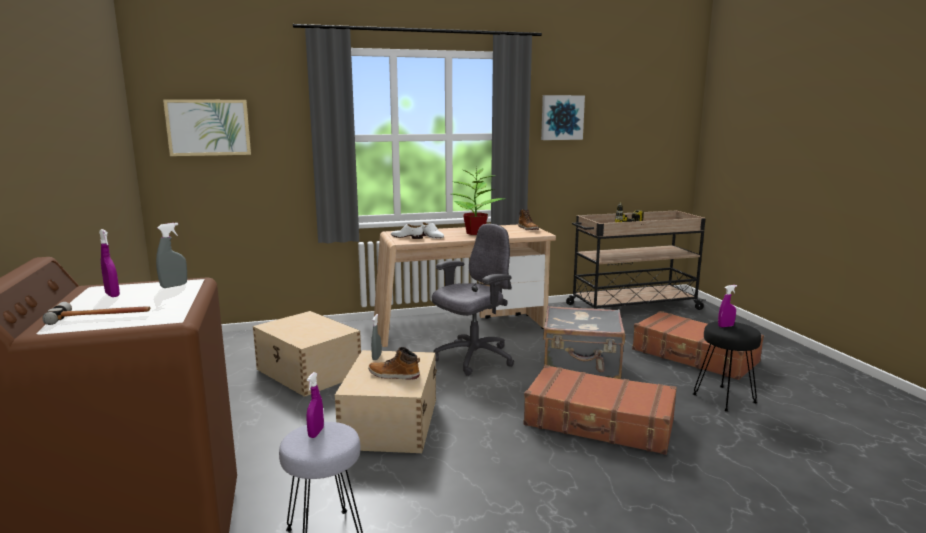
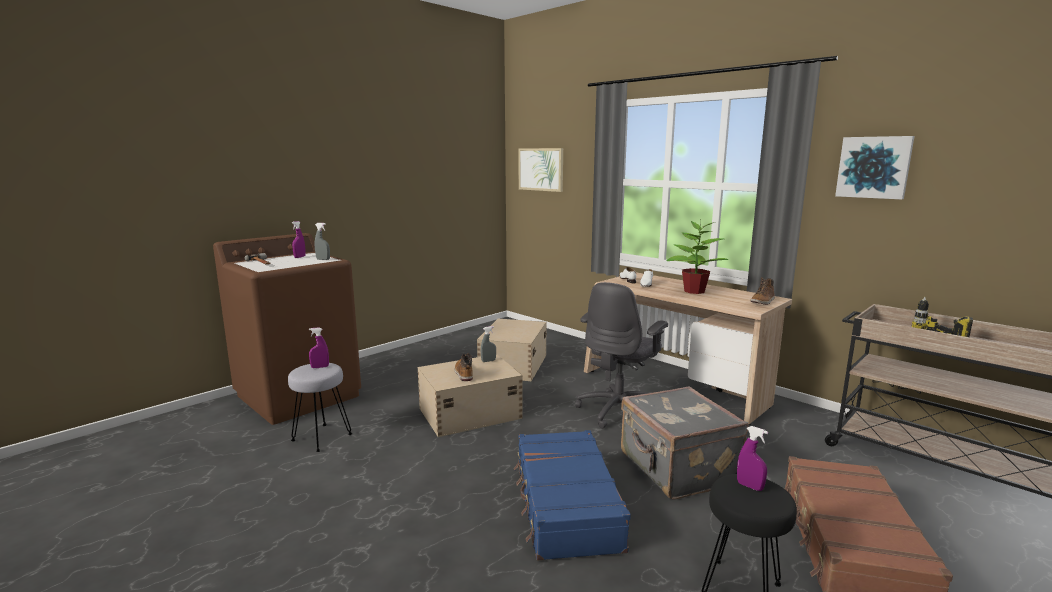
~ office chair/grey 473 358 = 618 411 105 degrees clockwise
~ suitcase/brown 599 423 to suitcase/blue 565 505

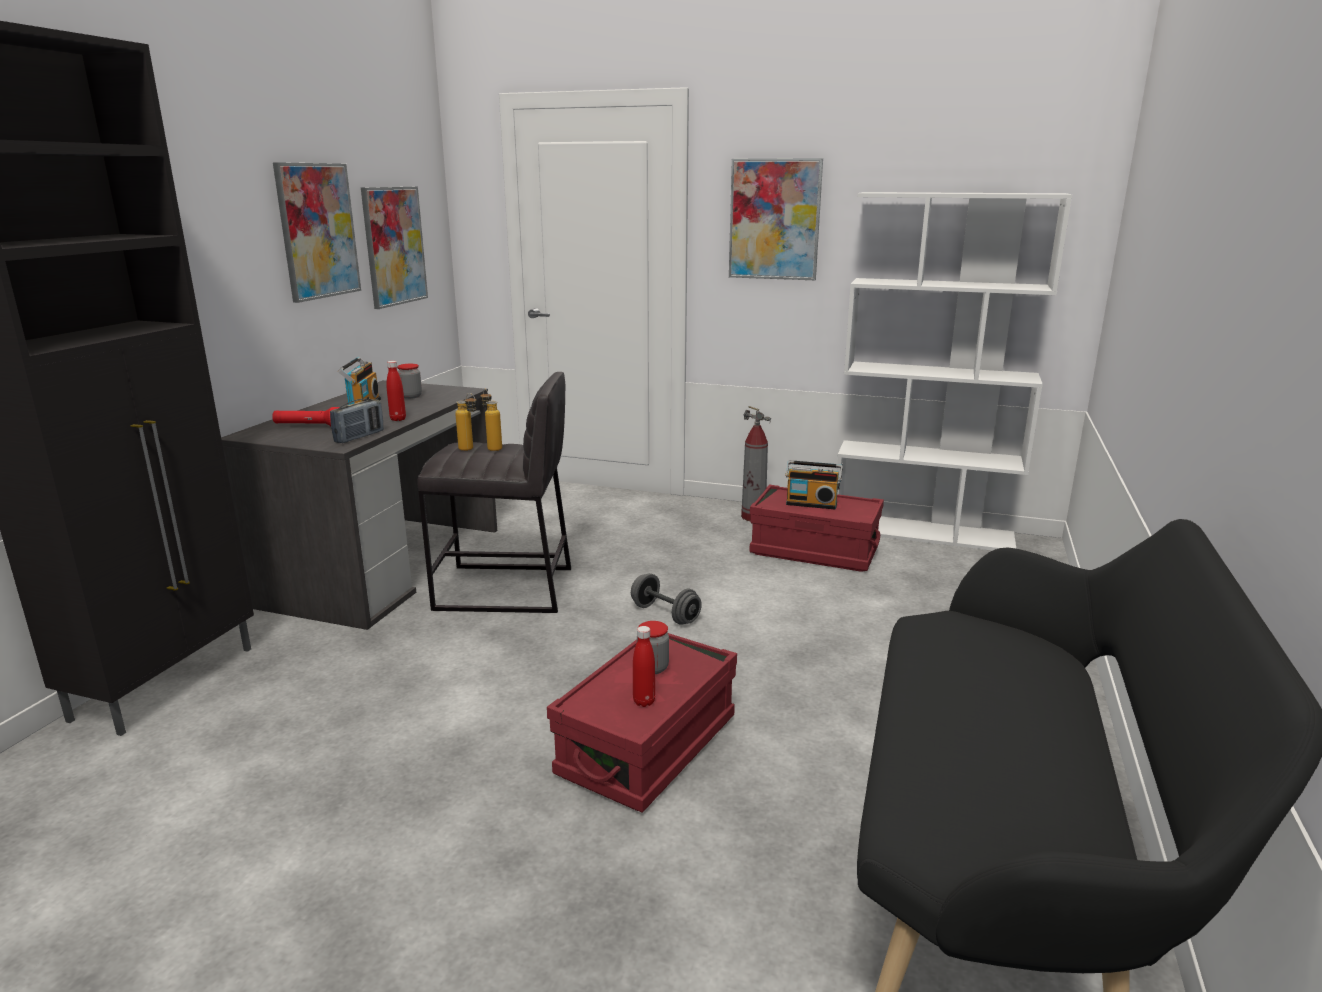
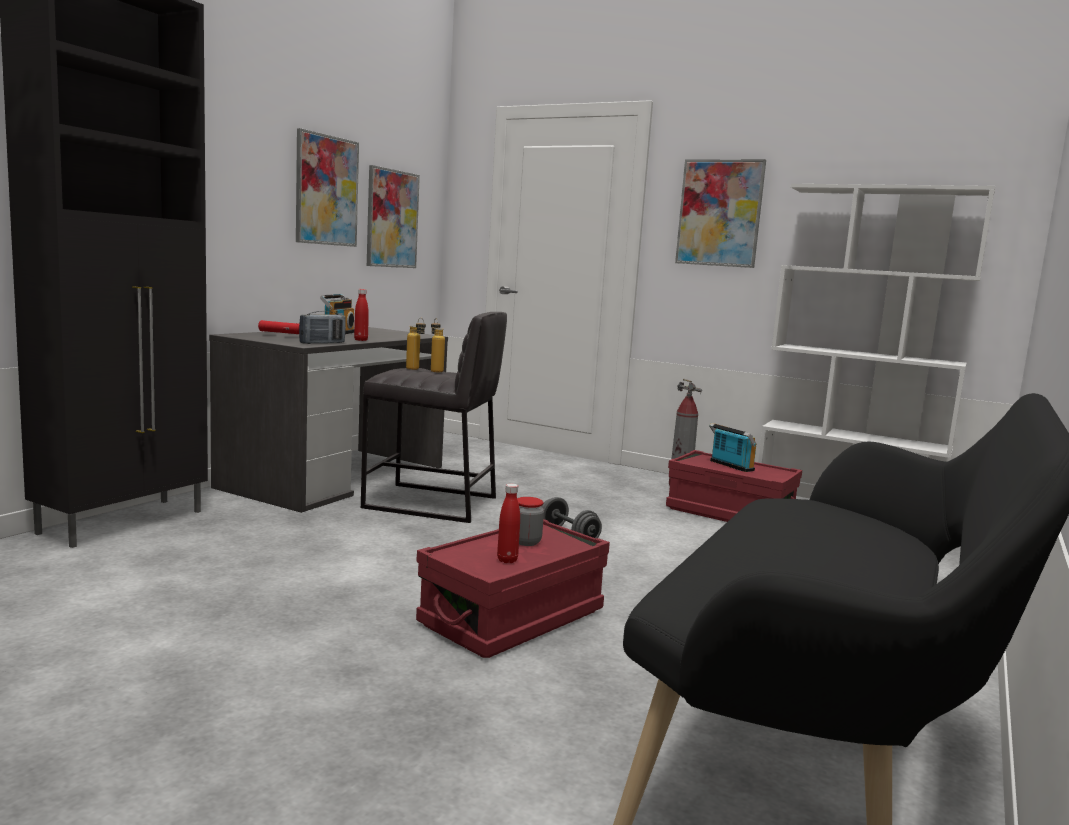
- jar 411 396
~ radio 811 503 = 730 466 150 degrees counterclockwise

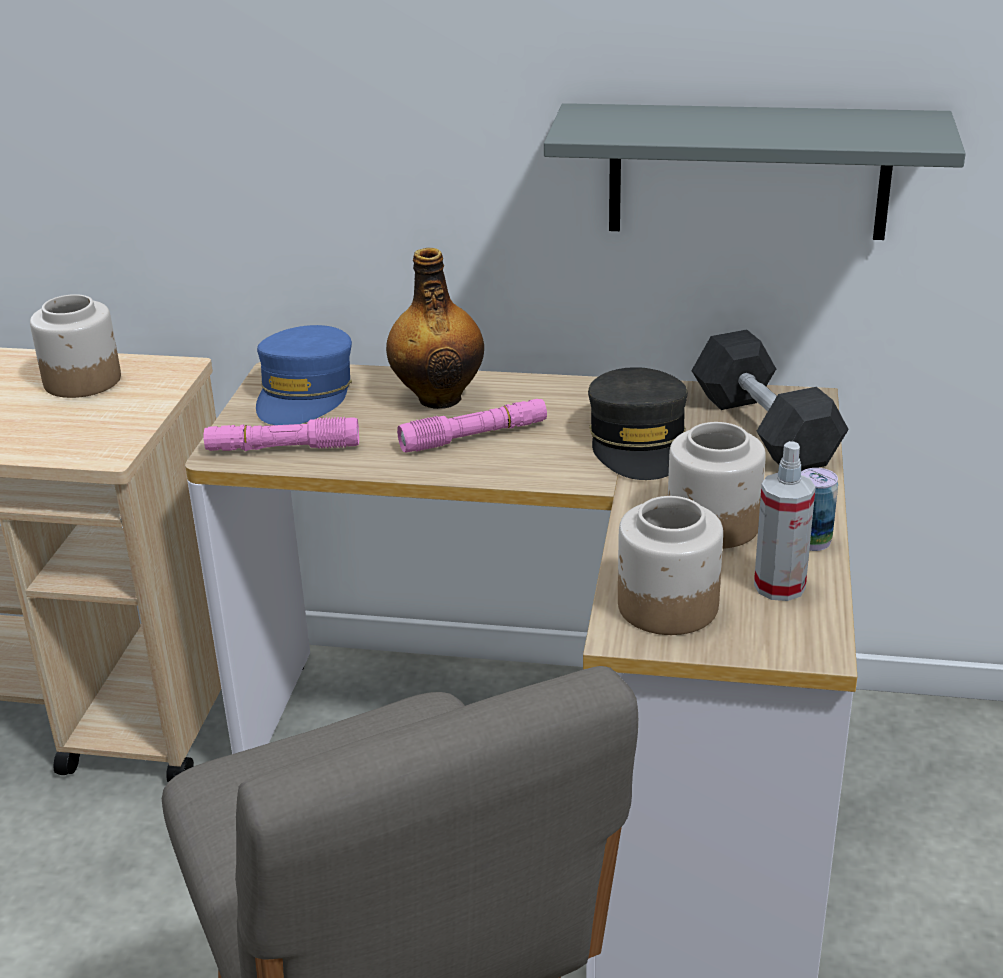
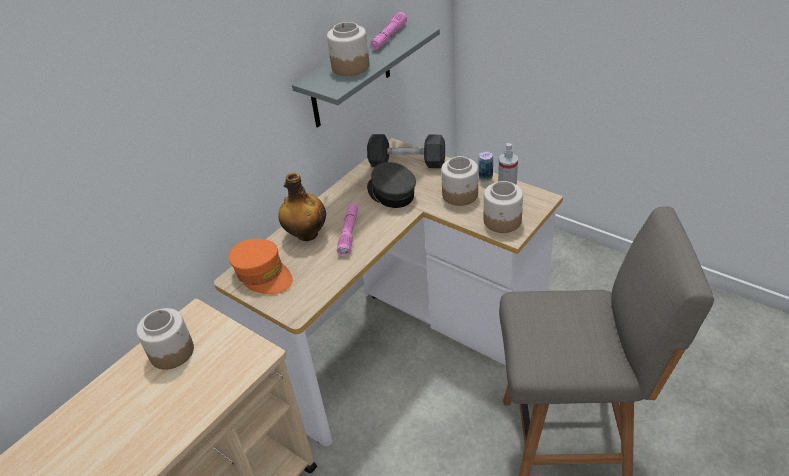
~ flashlight/pink 282 448 to 389 37
~ cap/blue 305 394 to cap/orange 263 274
~ cap/grey 639 443 = 391 193 150 degrees counterclockwise
+ jar 350 66

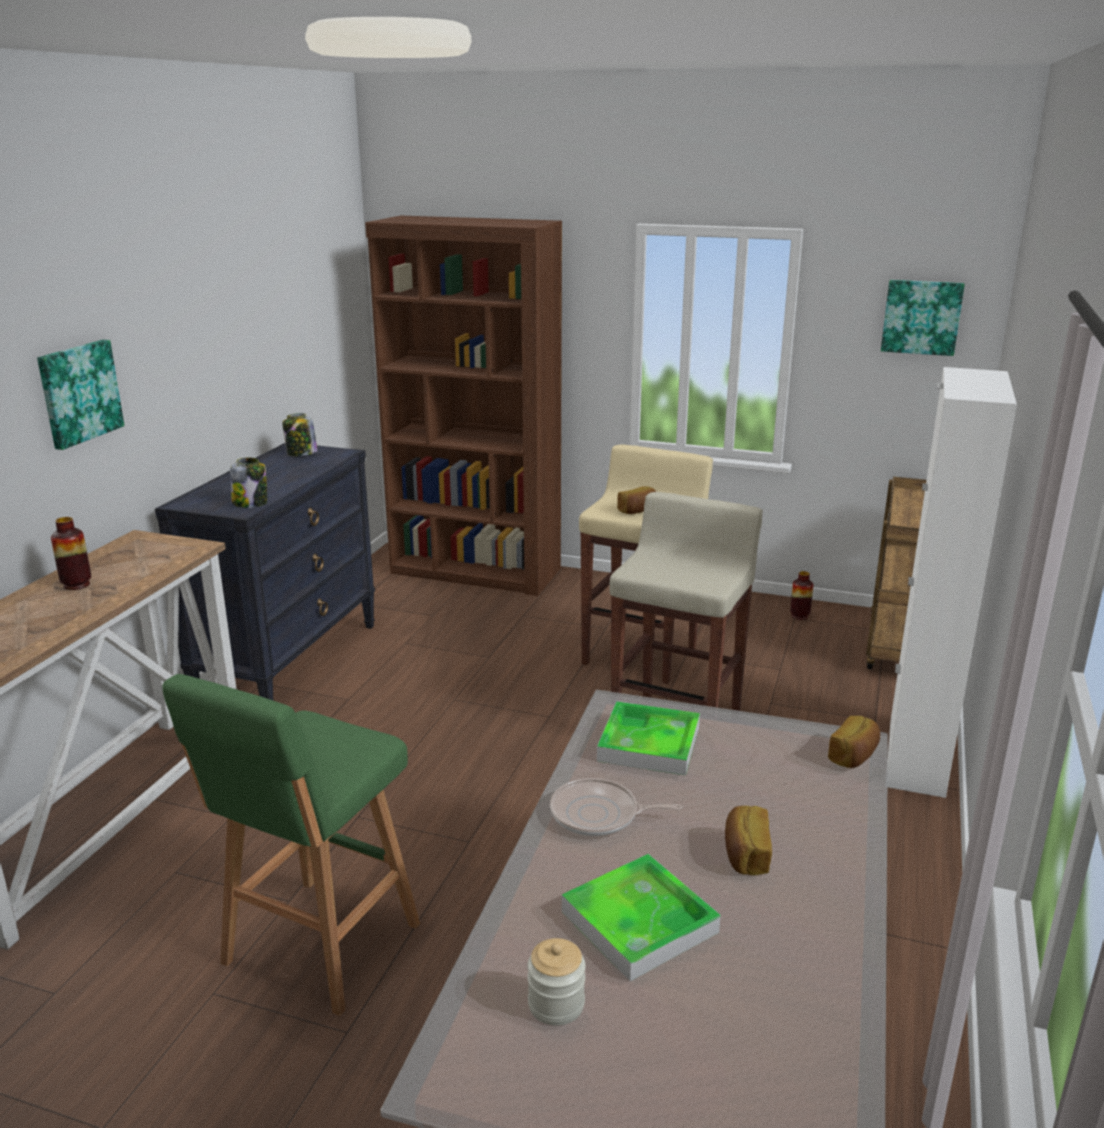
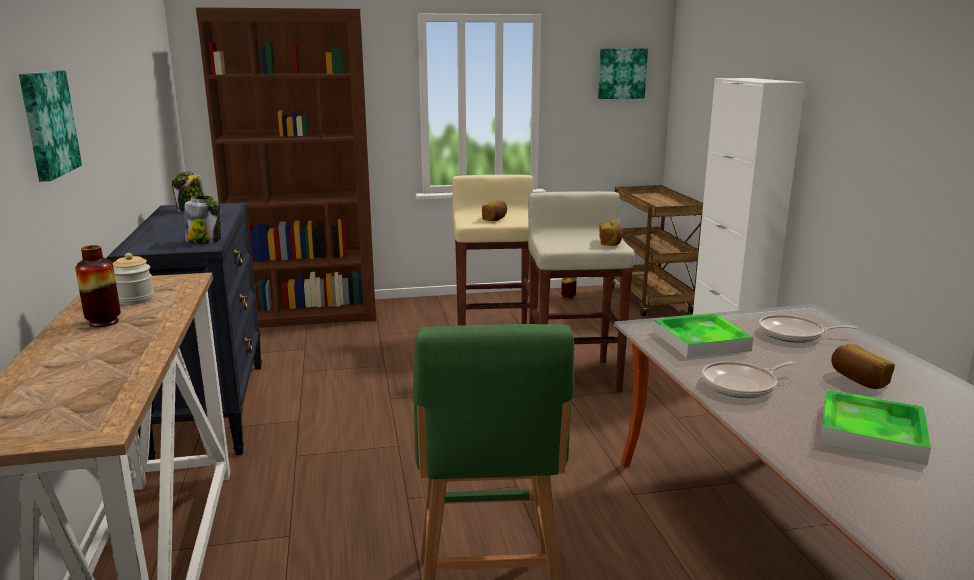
~ jar 556 1004 to 135 299
~ bread 854 756 to 610 243
+ frying pan 794 334

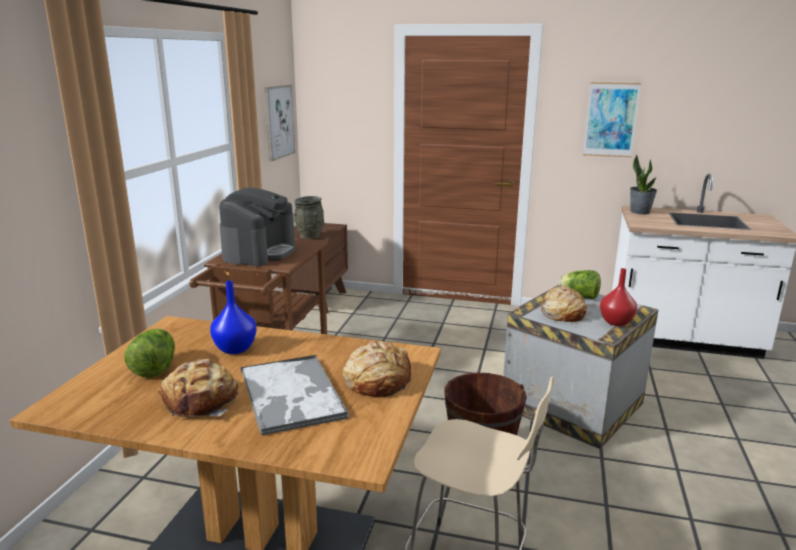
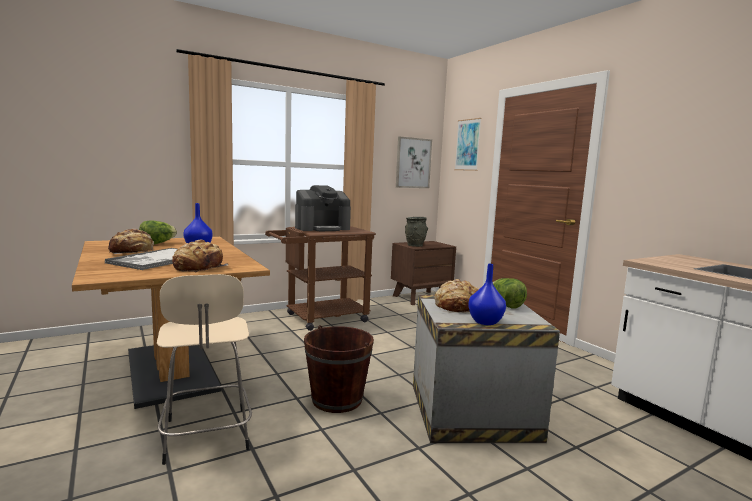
~ picture 611 120 to 467 145
~ vase/red 616 322 to vase/blue 484 322
- potted plant 640 212

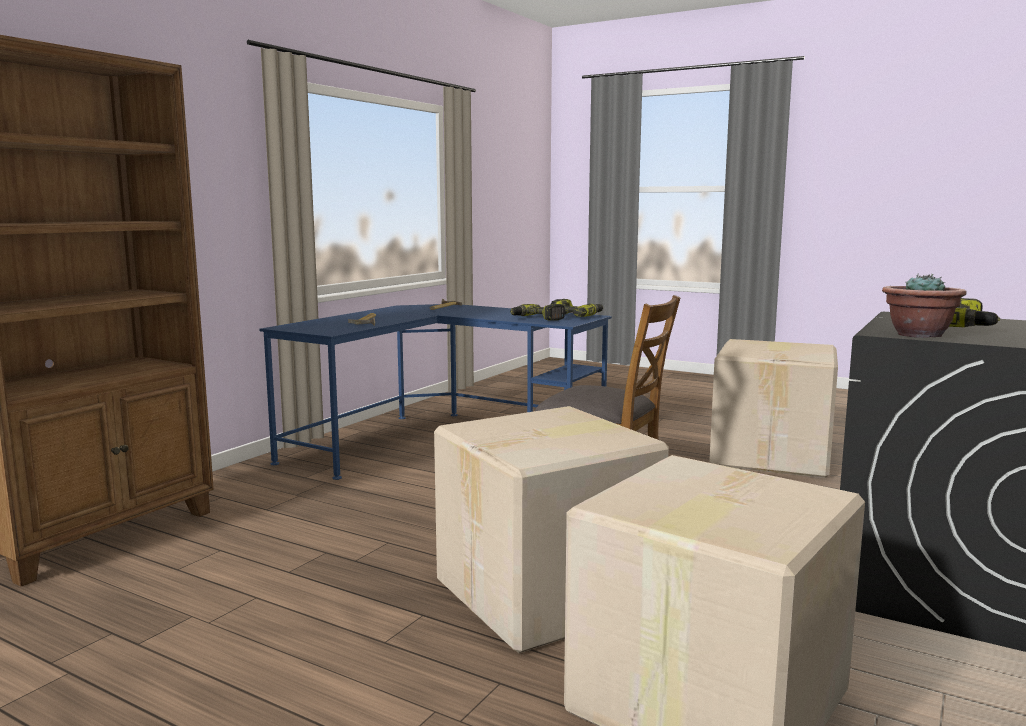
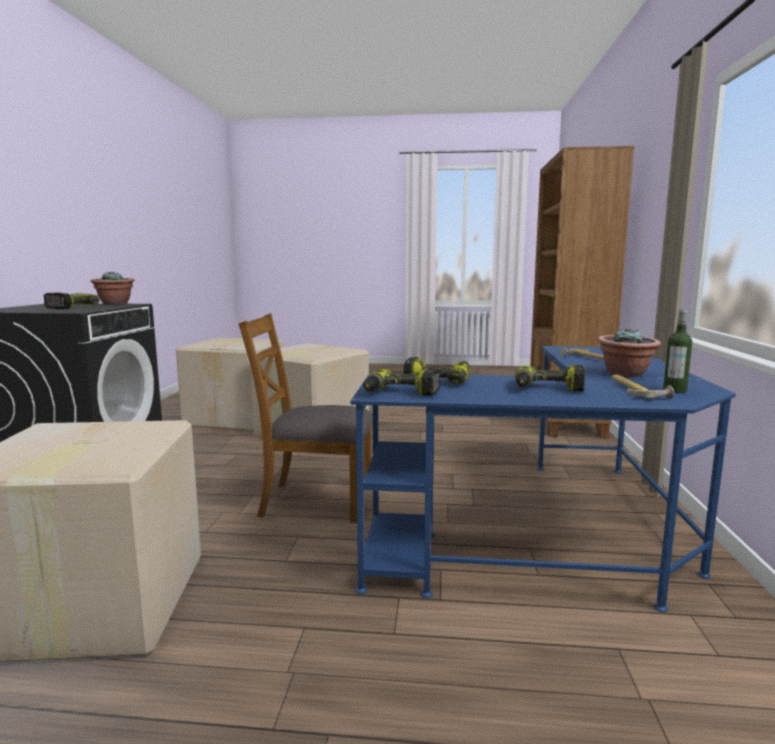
+ power drill 548 389
+ potted plant 625 375
+ bottle 674 390

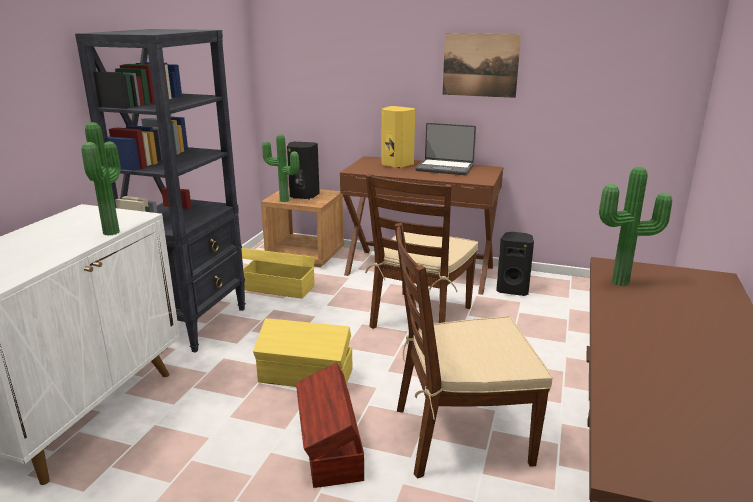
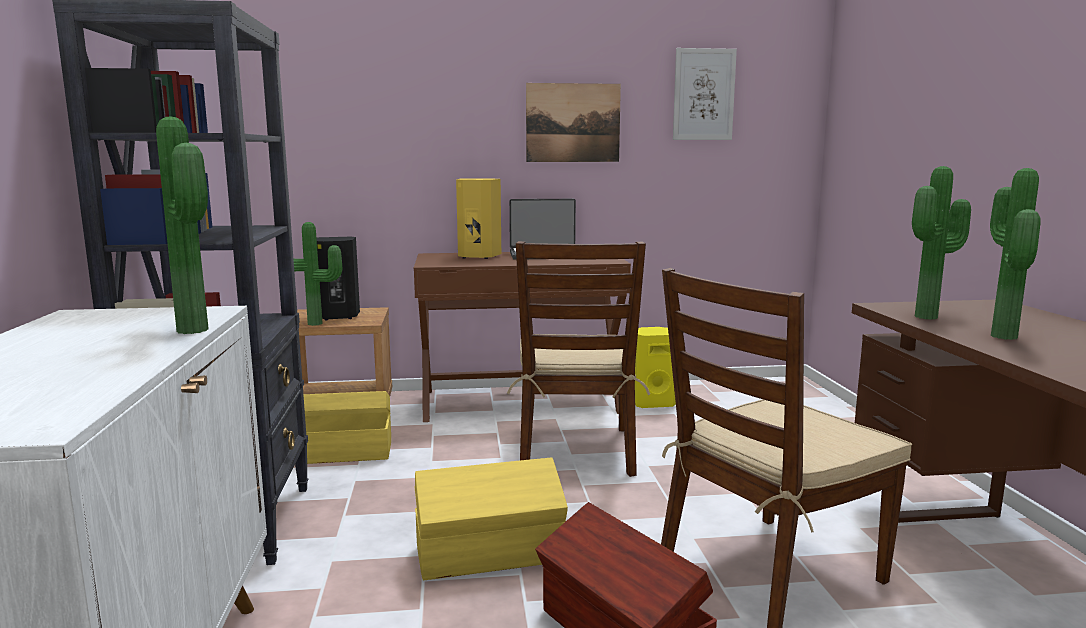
~ speaker/black 513 290 to speaker/yellow 652 403
+ picture 703 94
+ potted plant 998 336

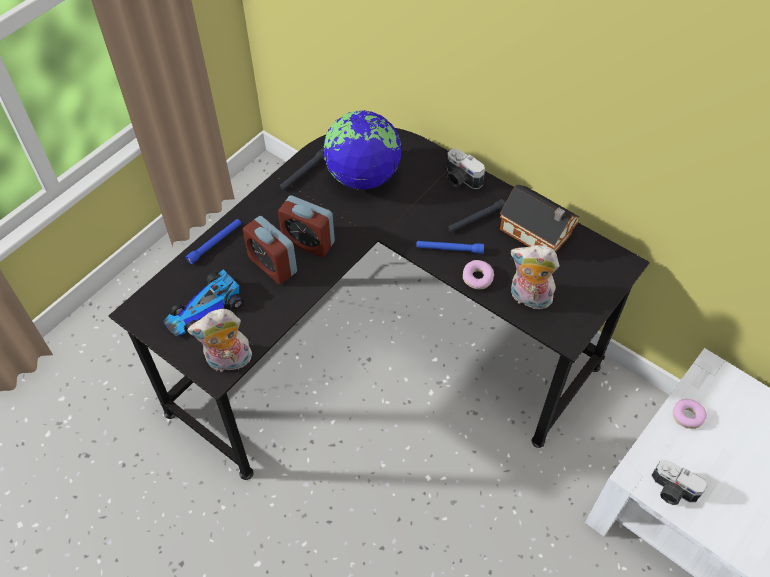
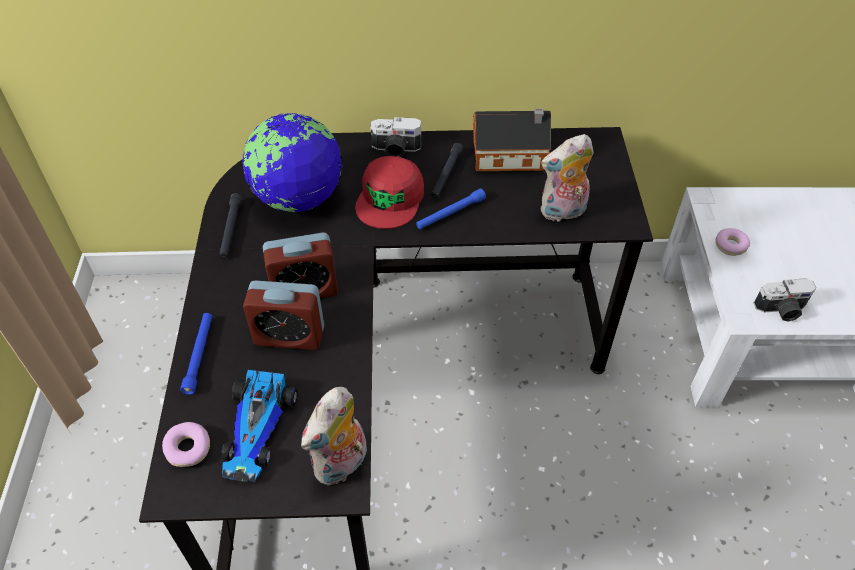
~ donut 477 278 to 188 448
+ cap/red 390 199

